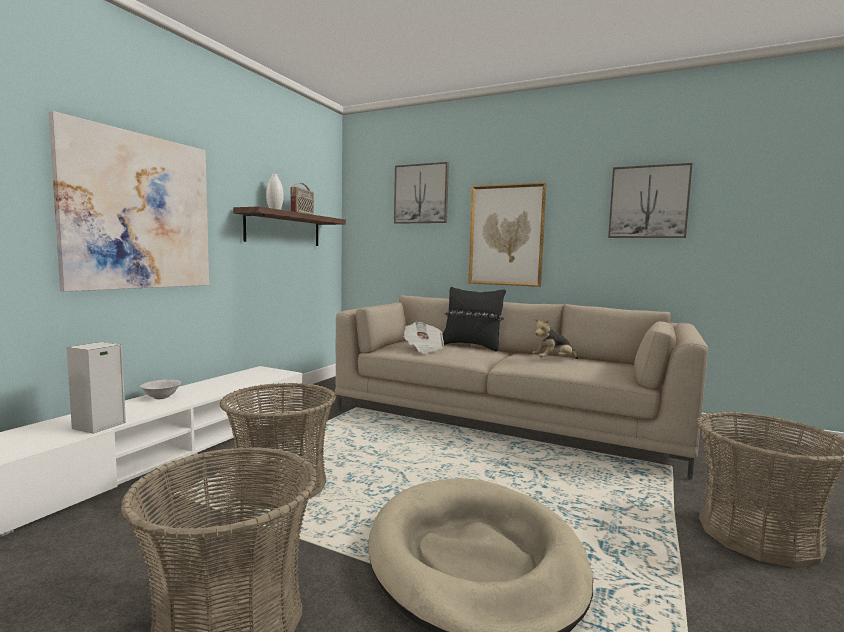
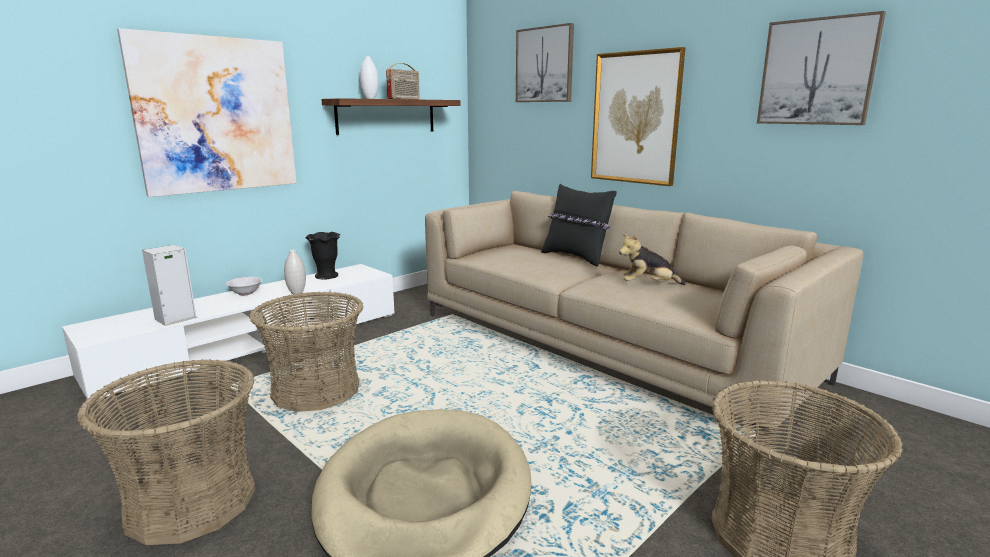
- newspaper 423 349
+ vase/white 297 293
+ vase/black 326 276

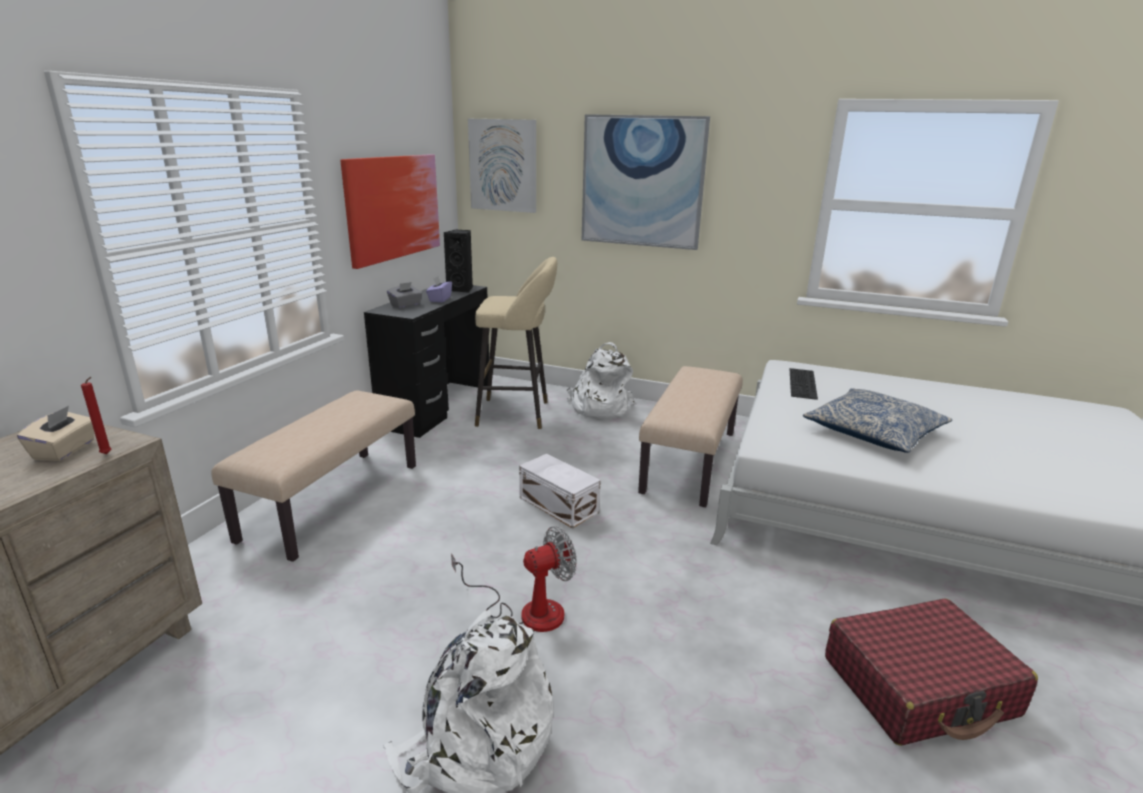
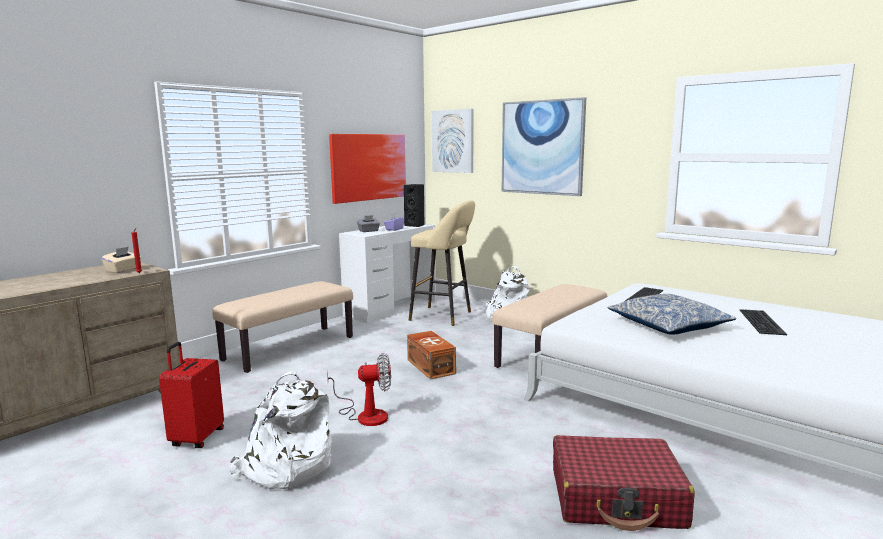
~ desk/black 437 407 to desk/white 391 308
~ storage box/white 558 504 to storage box/brown 431 366
+ suitcase/red 196 438
+ keyboard 763 322

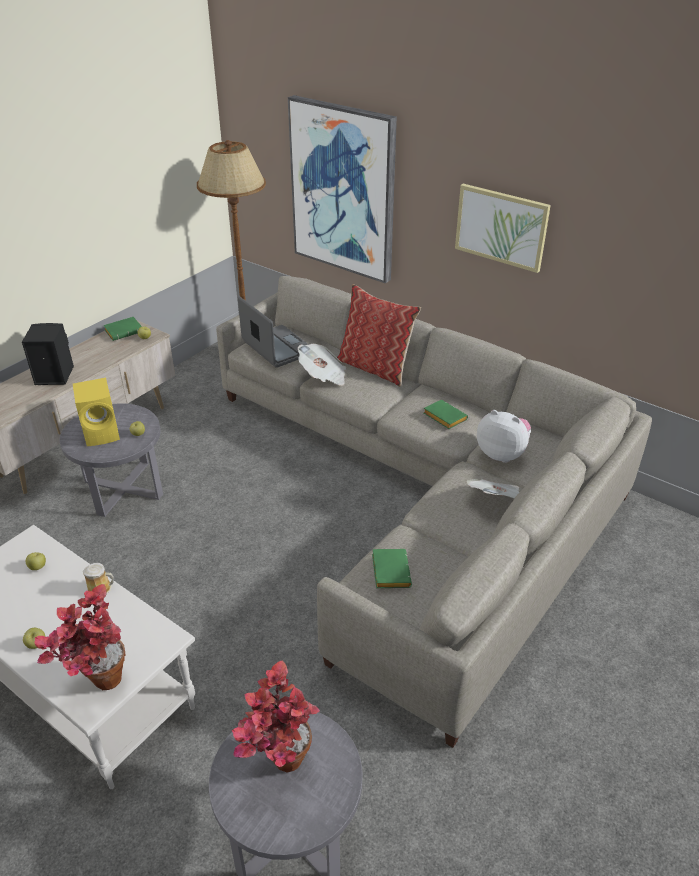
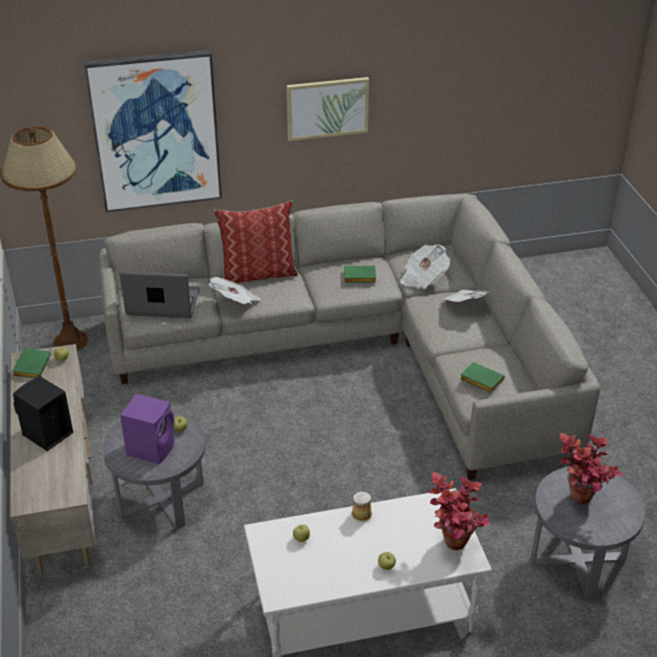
~ speaker/yellow 103 433 to speaker/purple 152 448
~ plush toy 502 453 to newspaper 423 277

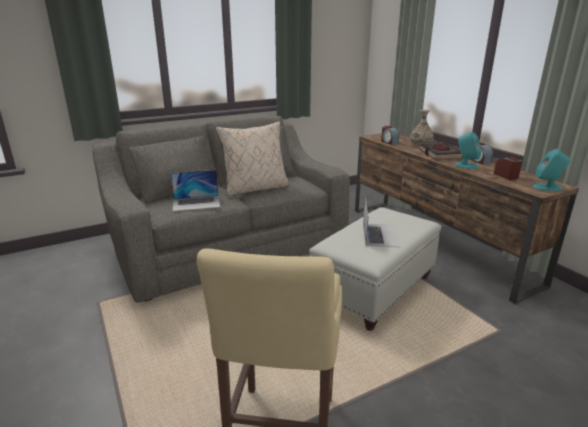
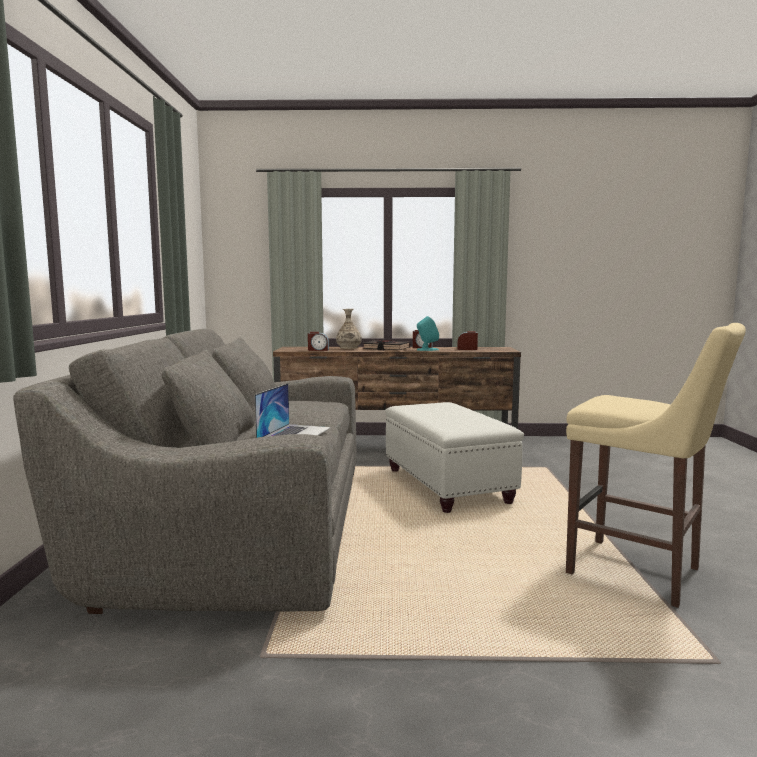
- pillow/beige 255 188
- laptop 380 235
- speaker/turquoise 547 187

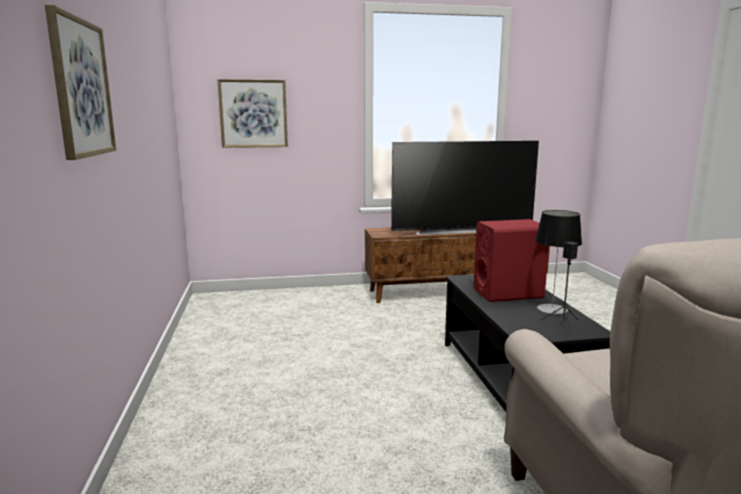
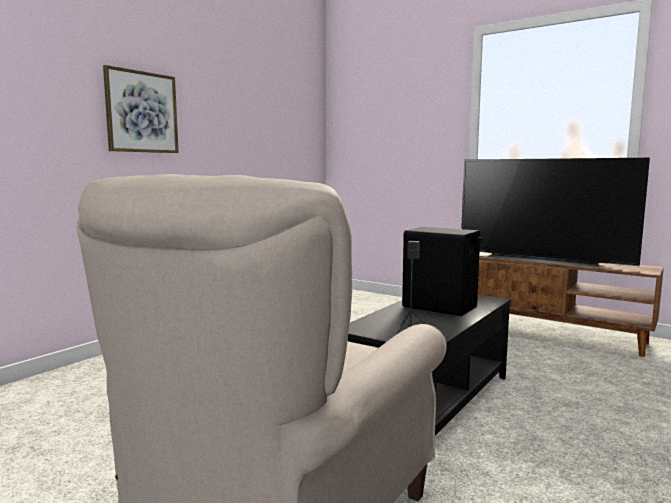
- picture 253 114
~ speaker/red 508 293 to speaker/black 440 307
- table lamp 552 309

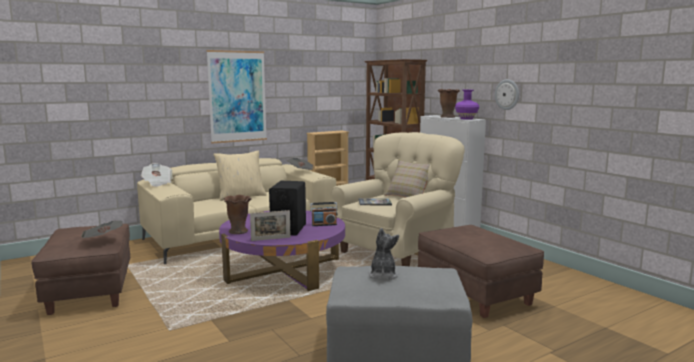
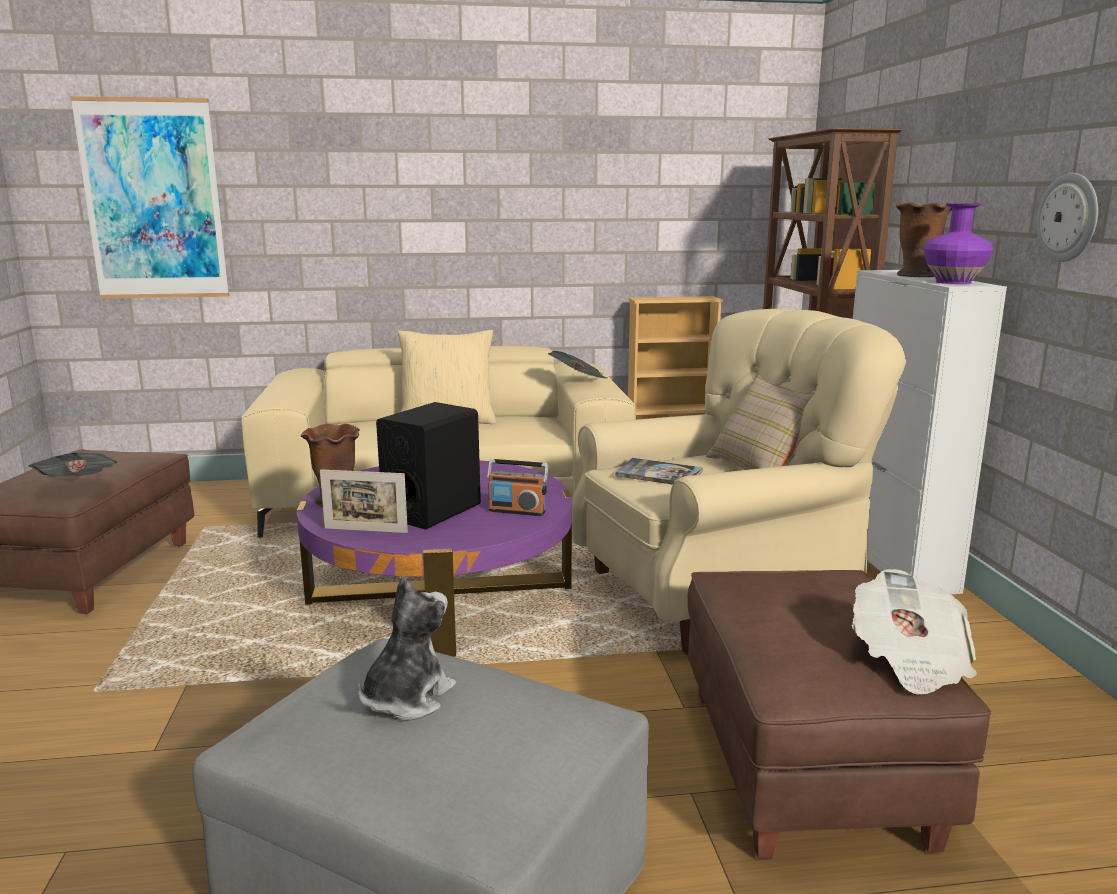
~ newspaper 157 183 to 909 661
~ picture 237 96 to 153 200

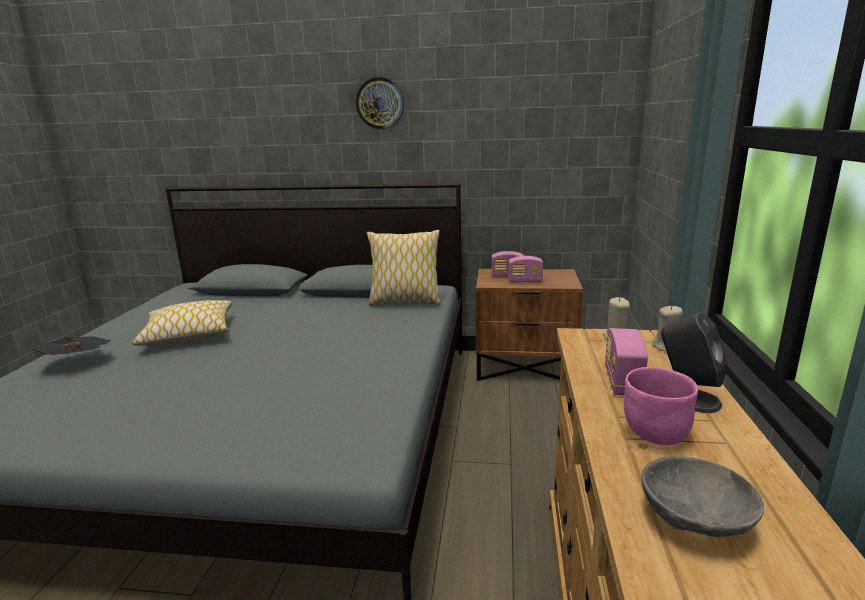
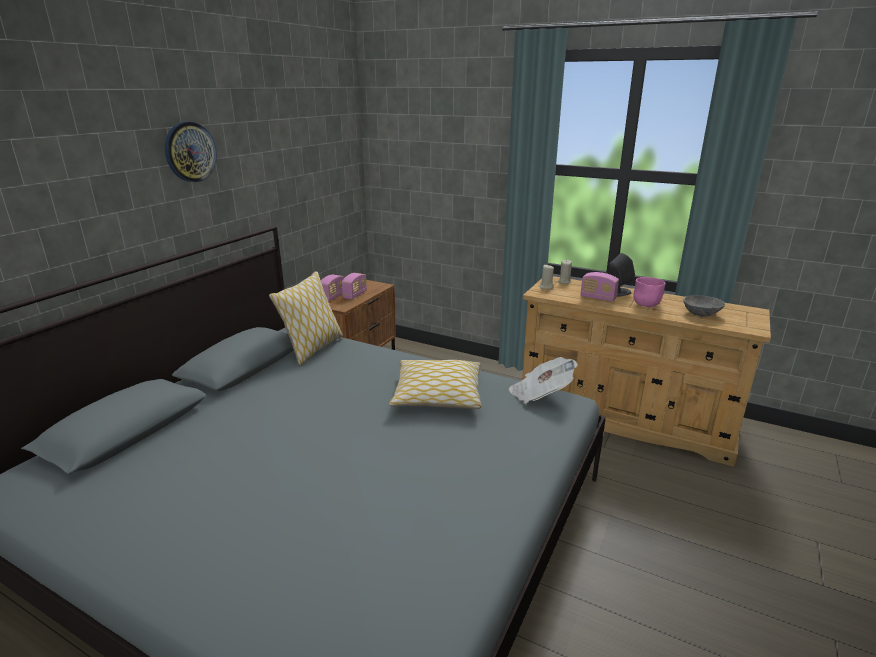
~ newspaper 77 363 to 540 394
~ pillow 188 334 to 437 395

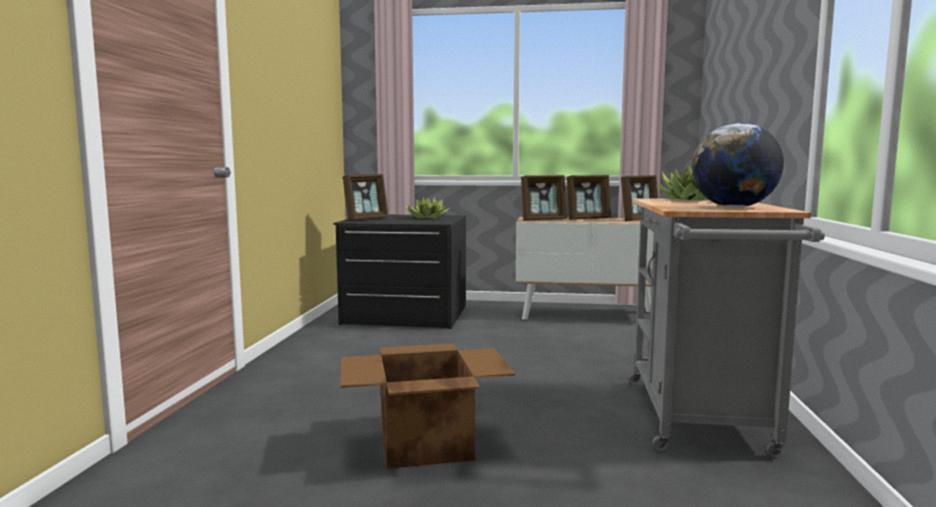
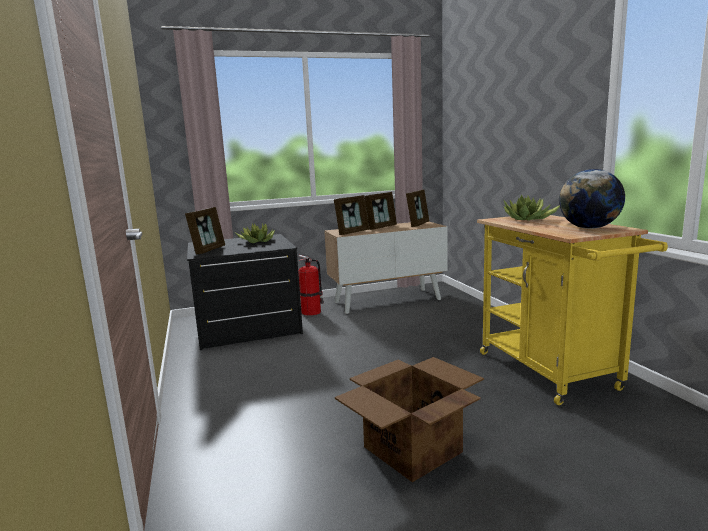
~ cart/grey 700 420 to cart/yellow 553 374
+ fire extinguisher 312 312

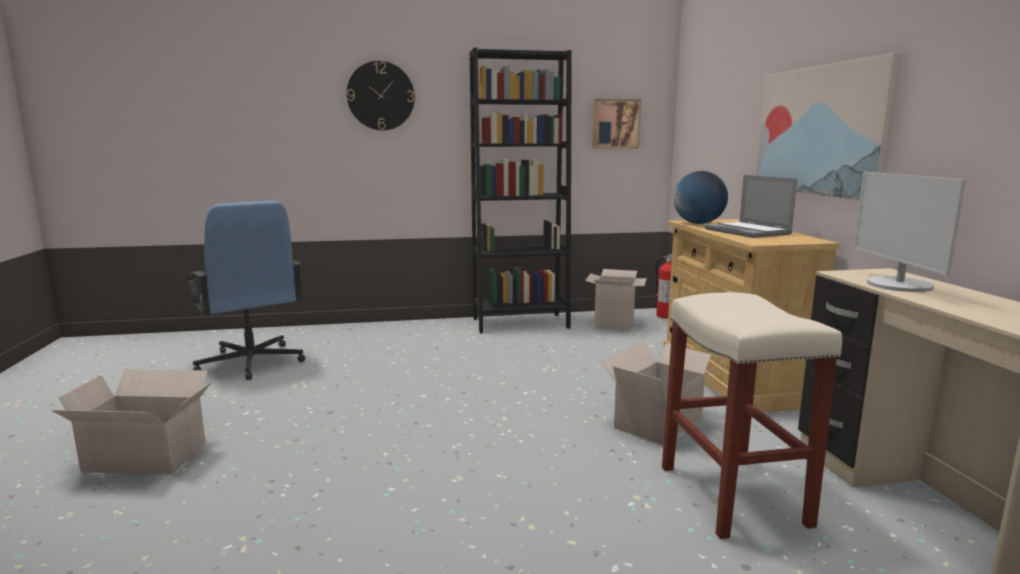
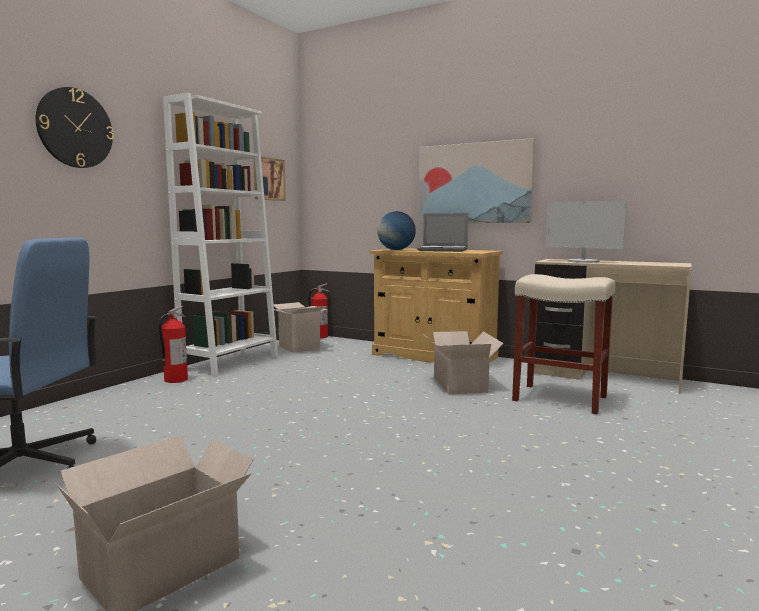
~ bookcase/black 520 323 to bookcase/white 230 363
+ fire extinguisher 175 380

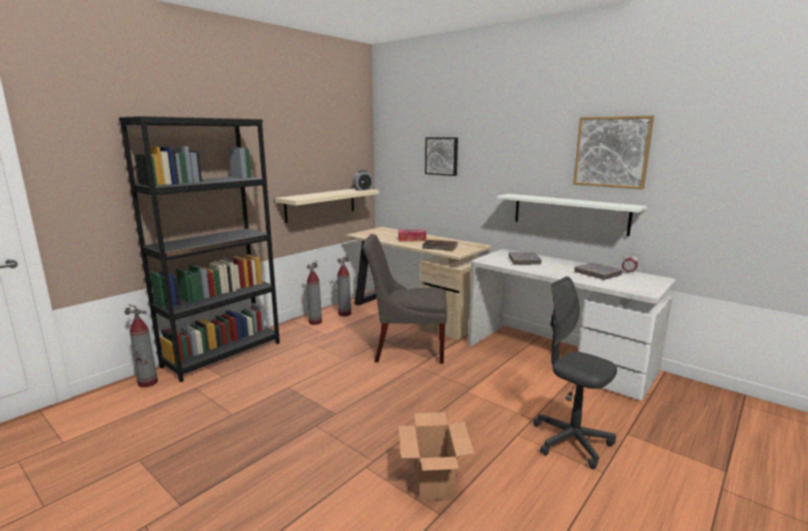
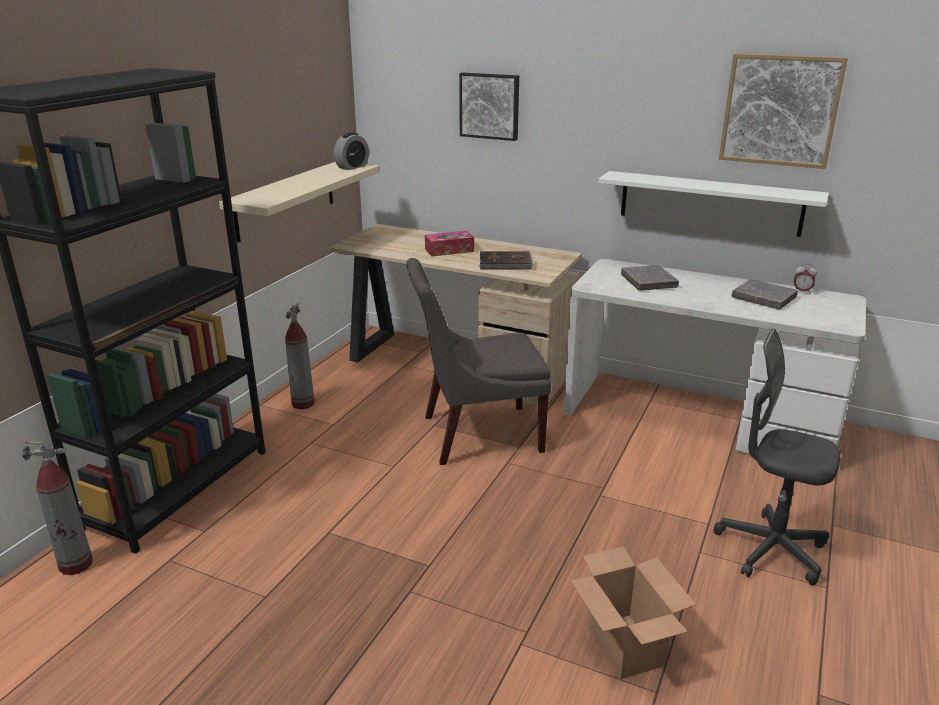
- fire extinguisher 344 314

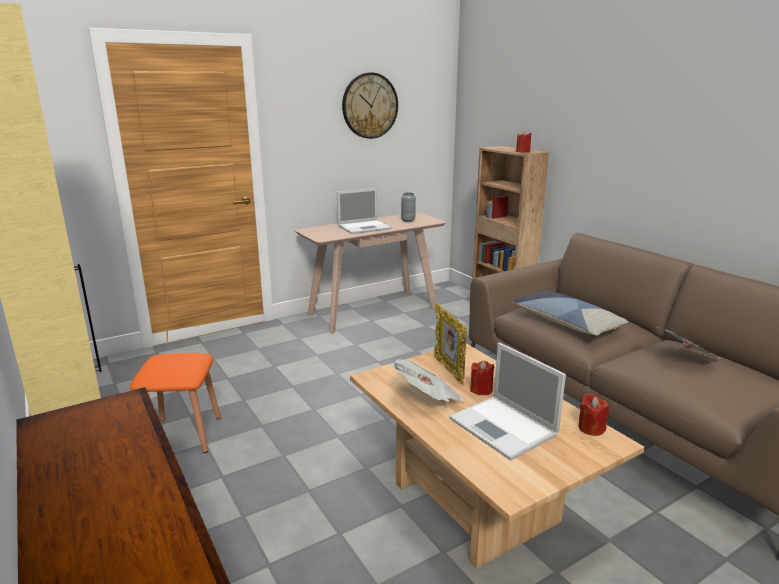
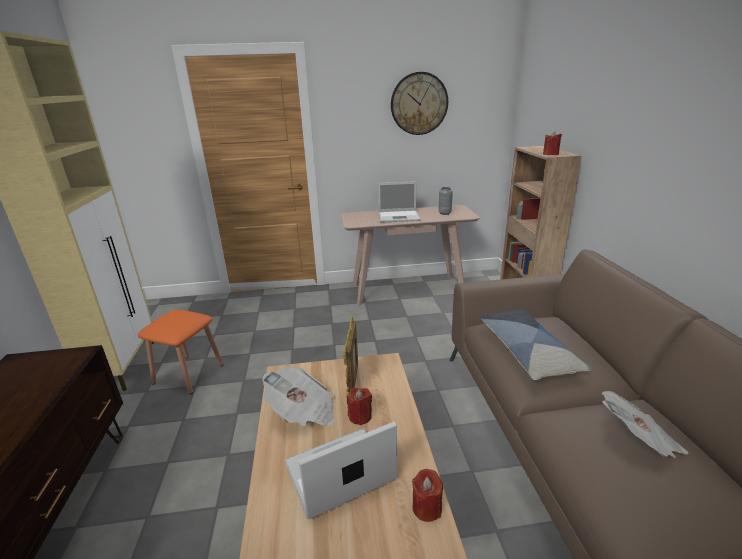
~ laptop 504 427 = 337 473 75 degrees clockwise

